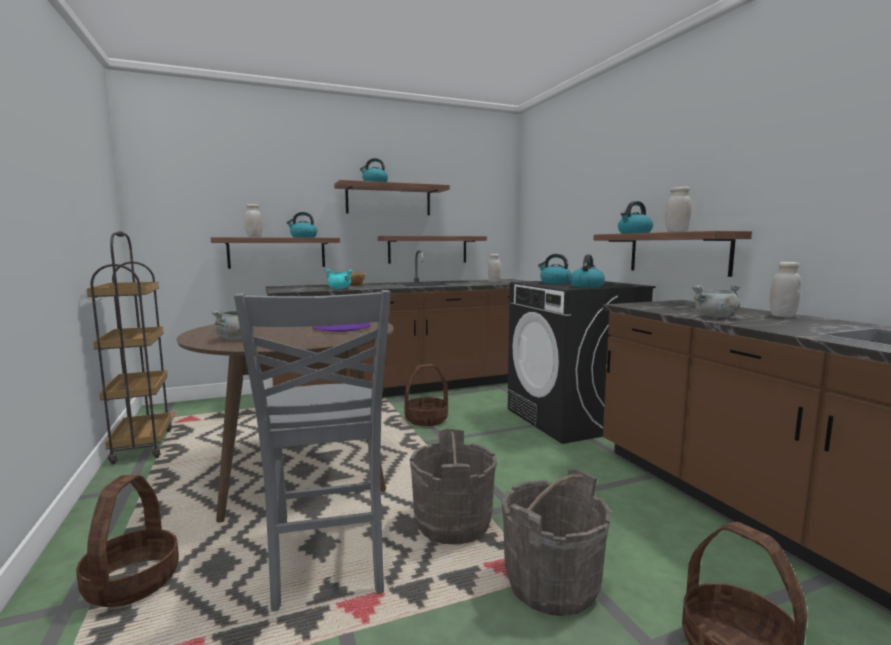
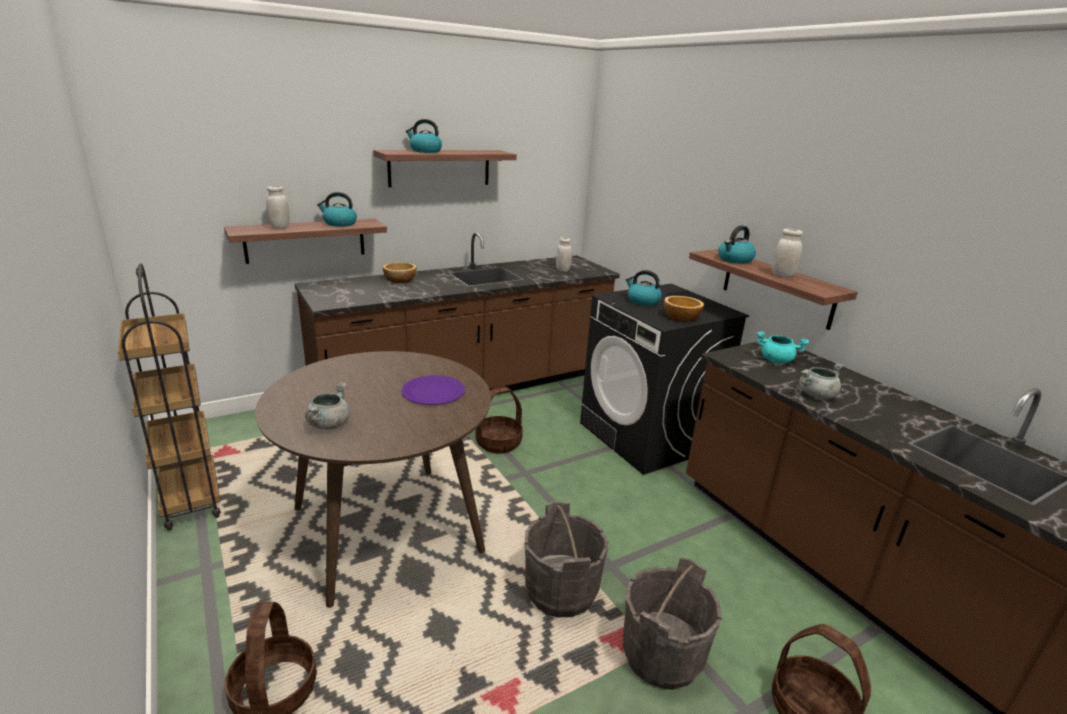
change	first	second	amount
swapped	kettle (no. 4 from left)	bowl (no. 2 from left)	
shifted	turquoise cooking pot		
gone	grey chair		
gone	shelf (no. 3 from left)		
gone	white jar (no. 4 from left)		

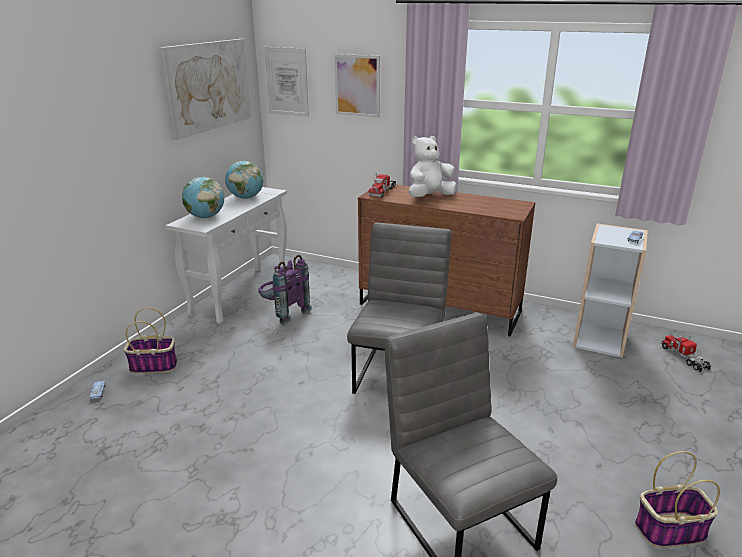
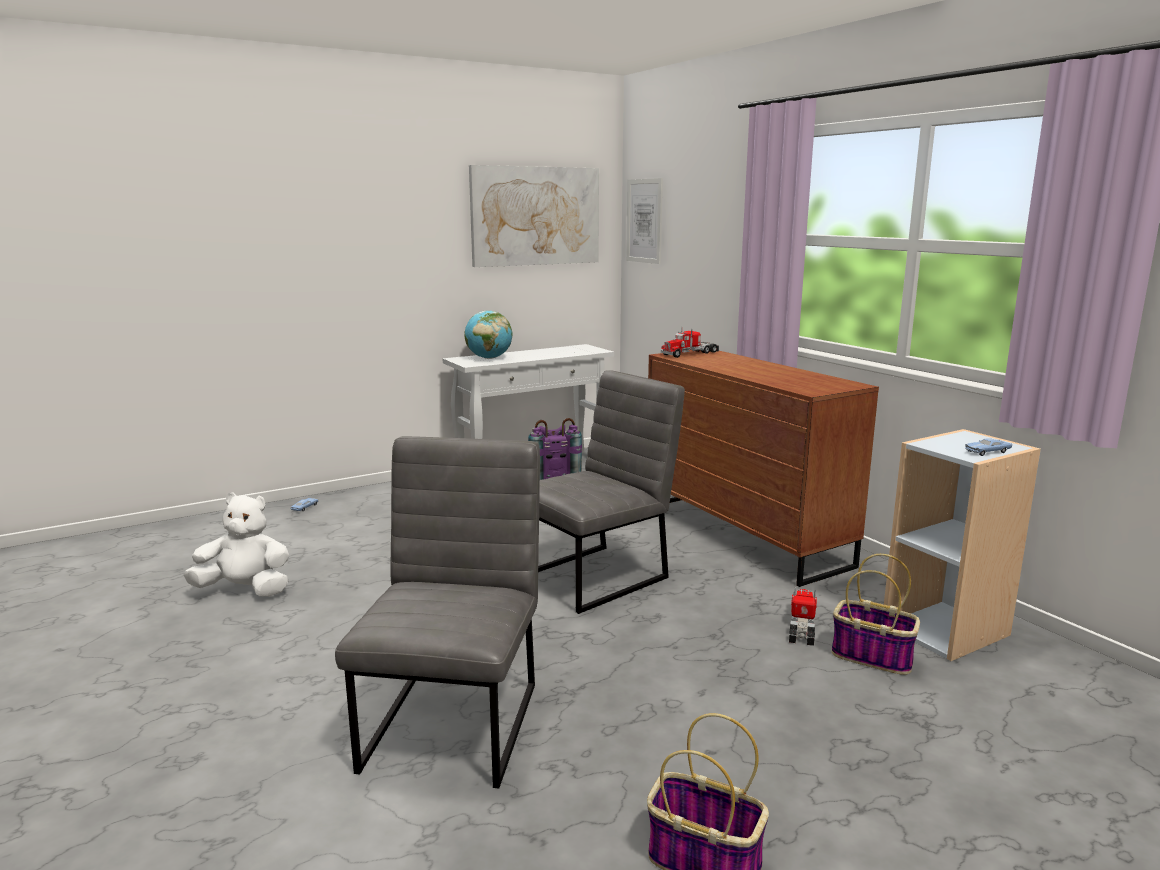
change	first	second	amount
shifted	white plush toy		
shifted	toy truck (no. 2 from left)		
shifted	basket (no. 1 from left in the first image)	basket (no. 2 from left)	
gone	globe (no. 2 from left)		
gone	picture (no. 3 from left)		

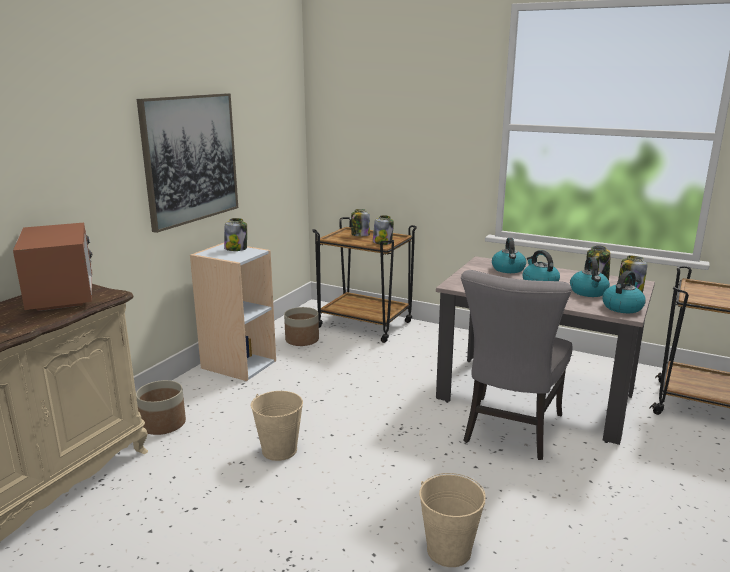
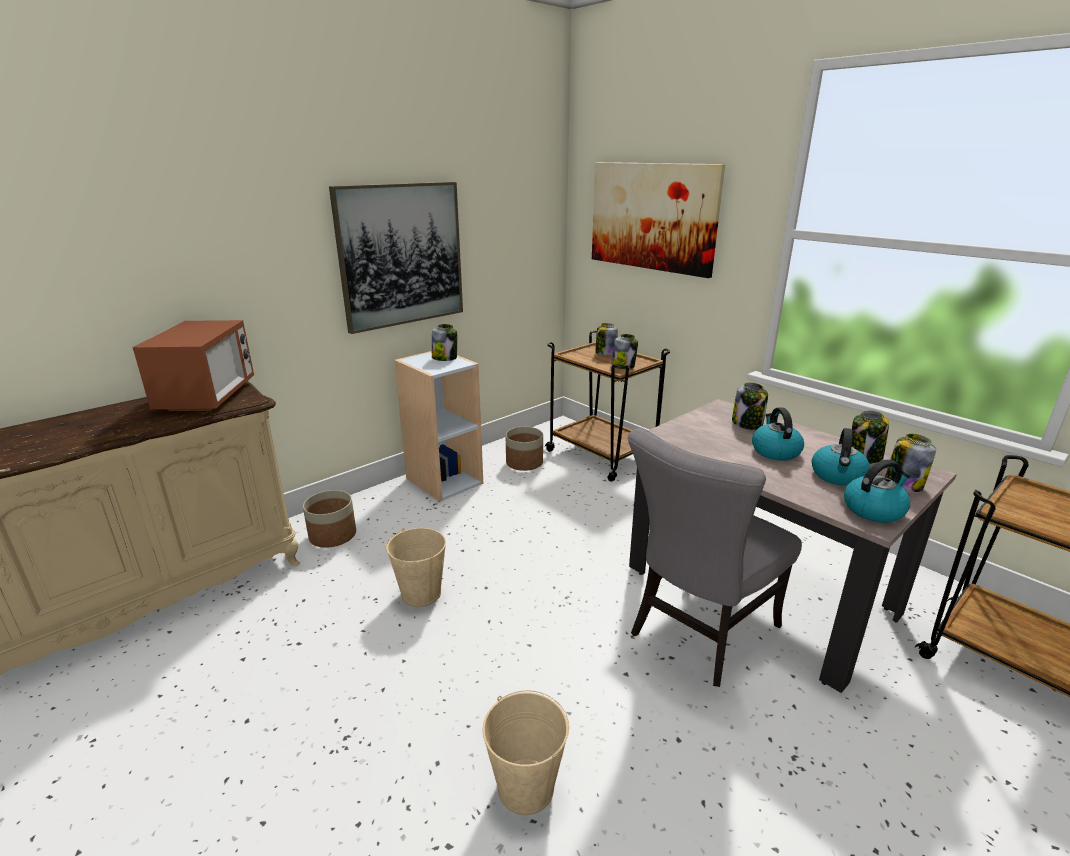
change	first	second	amount
new		picture (no. 2 from left)	
swapped	kettle (no. 1 from left)	jar (no. 4 from left)	

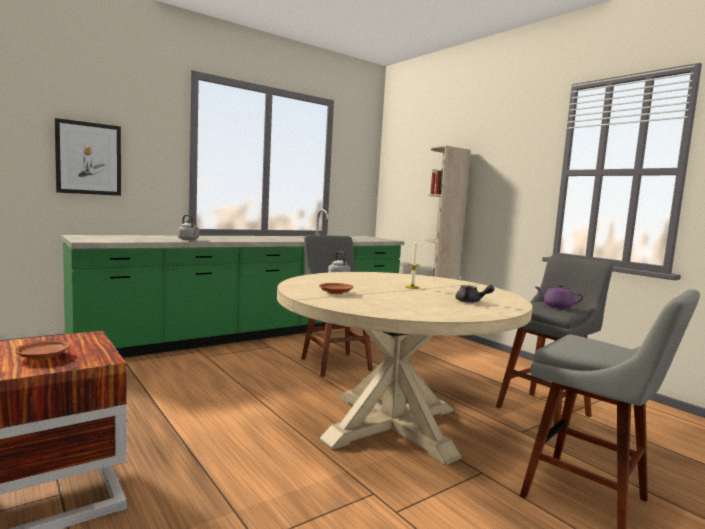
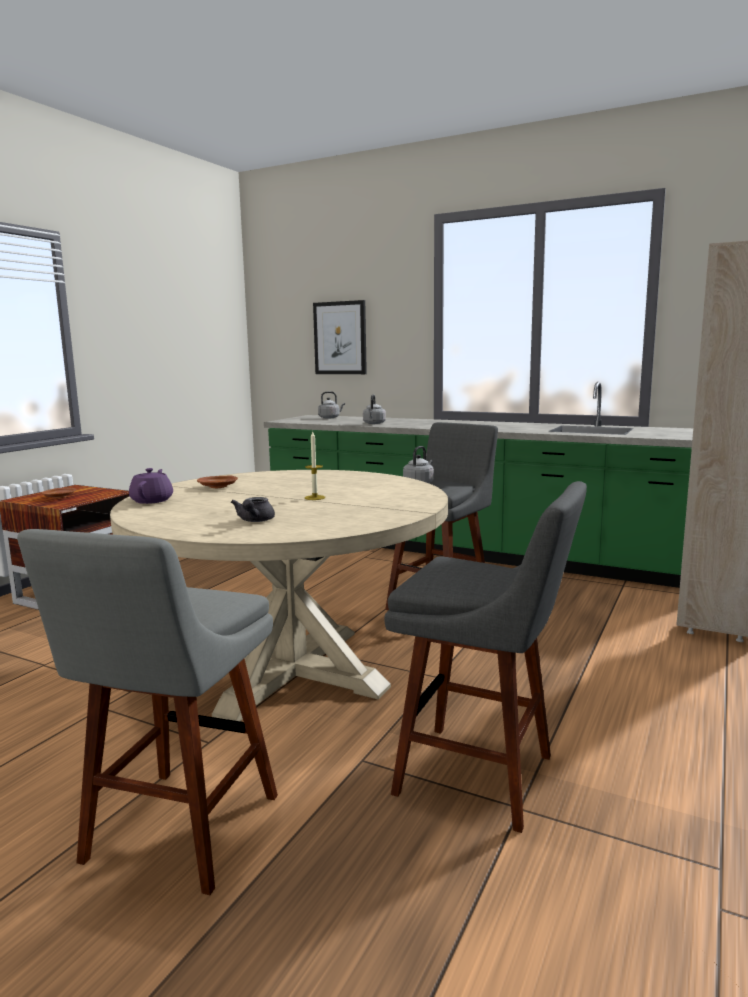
change	first	second	amount
shifted	purple teapot		
new		grey kettle (no. 1 from left)	

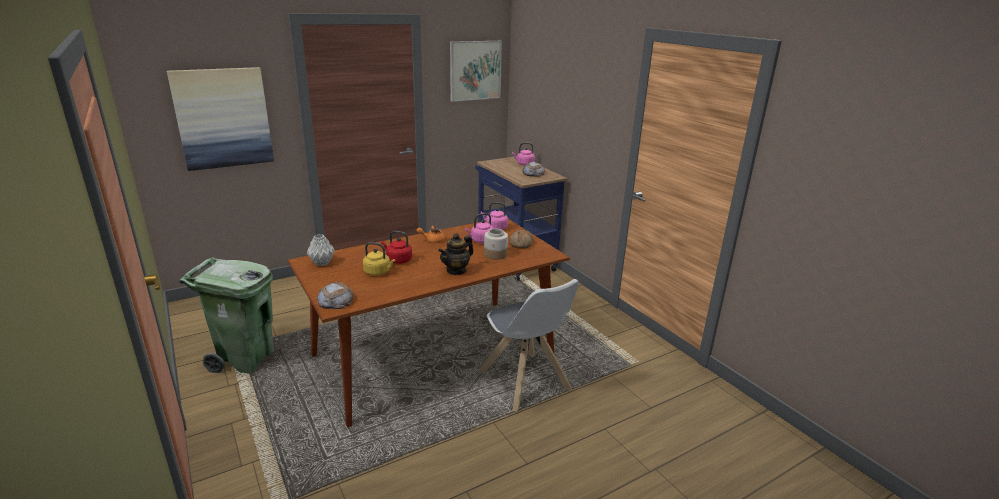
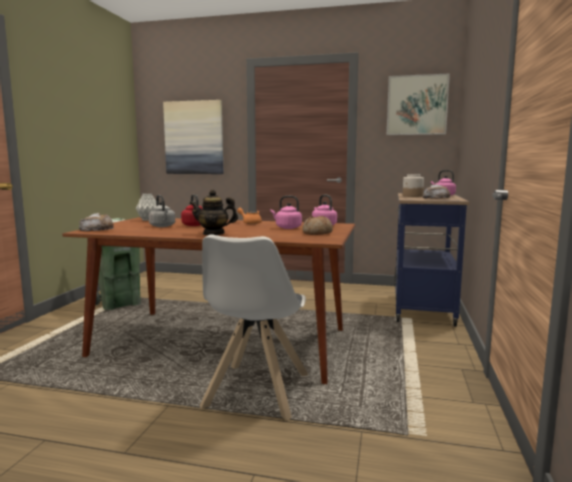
change	first	second	amount
repainted	yellow kettle	grey kettle	
shifted	jar		

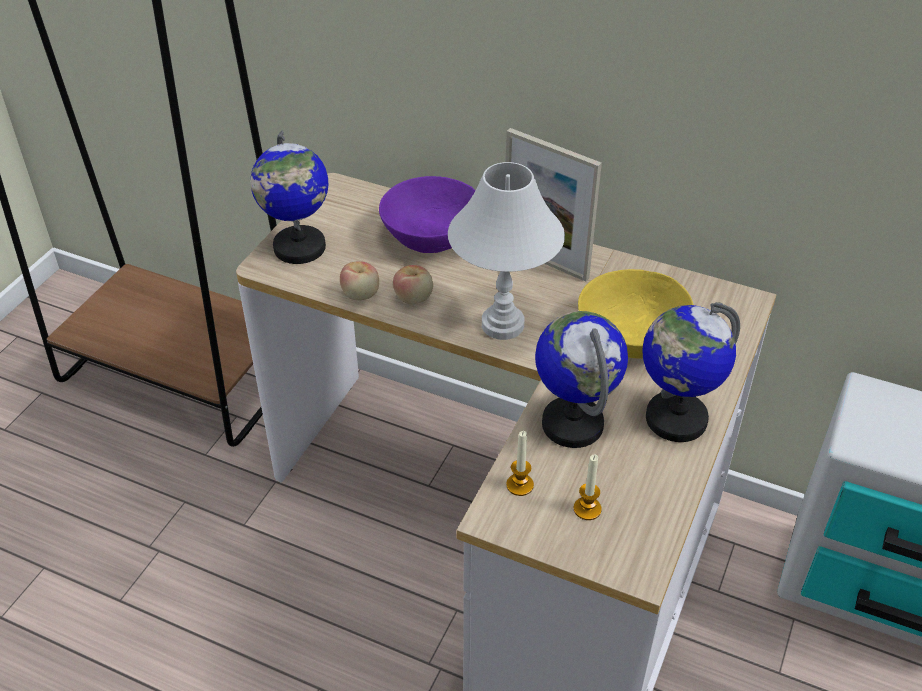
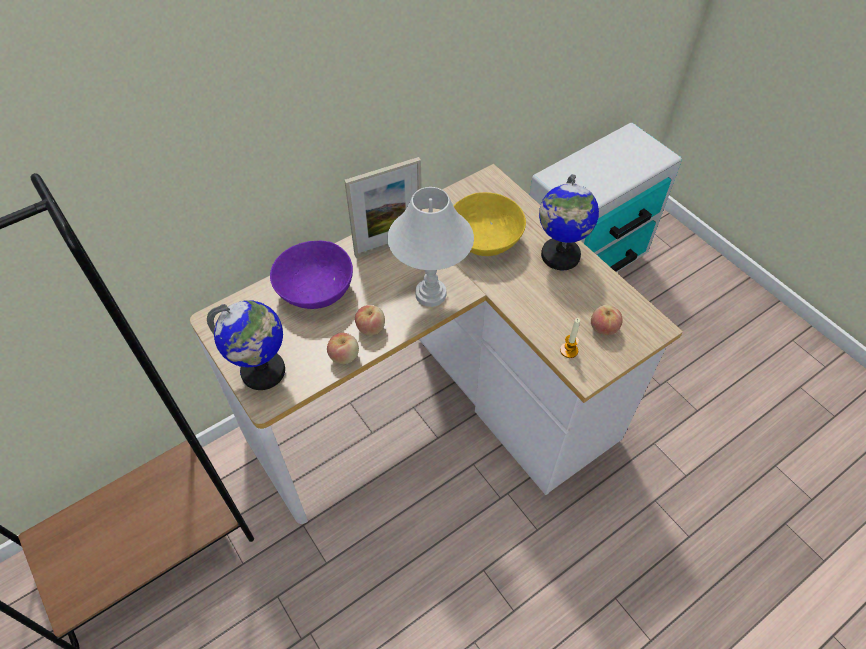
change	first	second	amount
swapped	candle (no. 2 from left)	apple (no. 3 from left)	
gone	globe (no. 2 from left)		

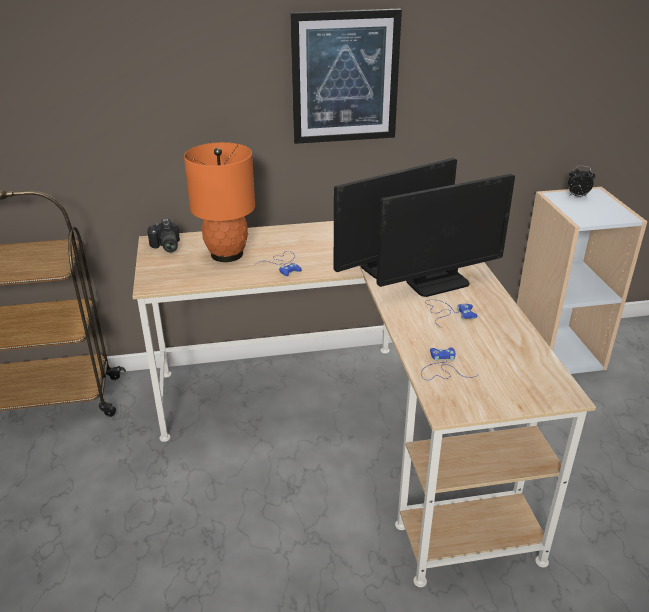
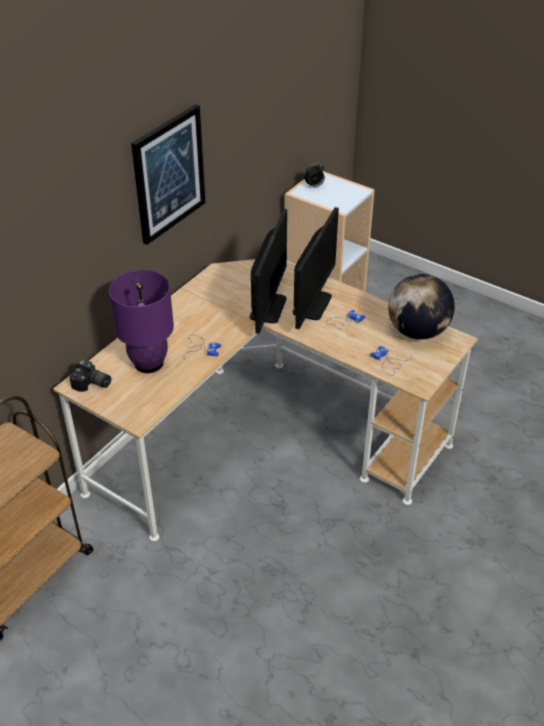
change	first	second	amount
repainted	orange table lamp	purple table lamp	
new		globe	

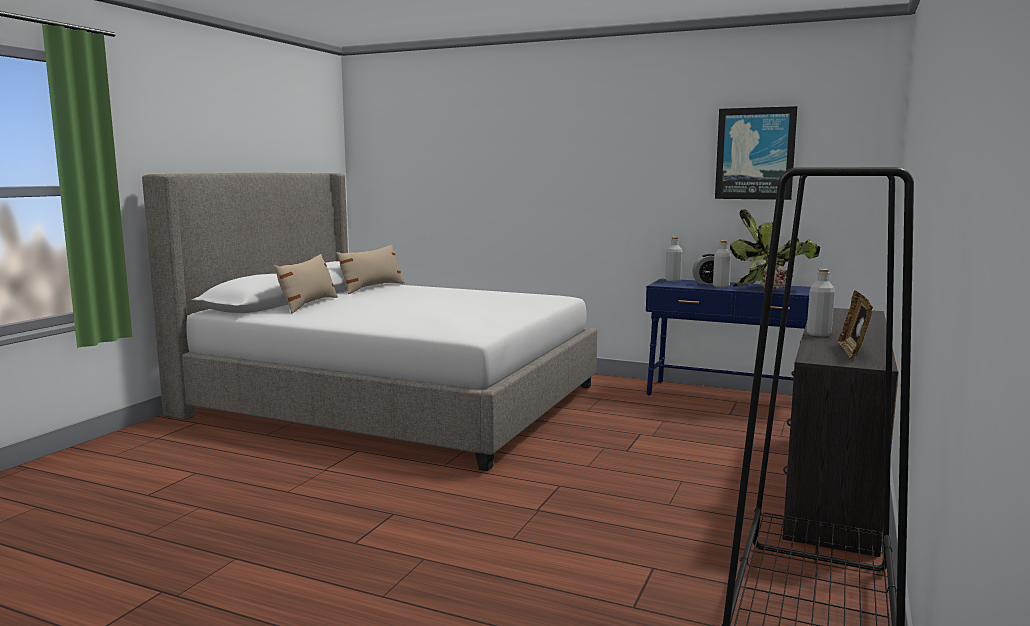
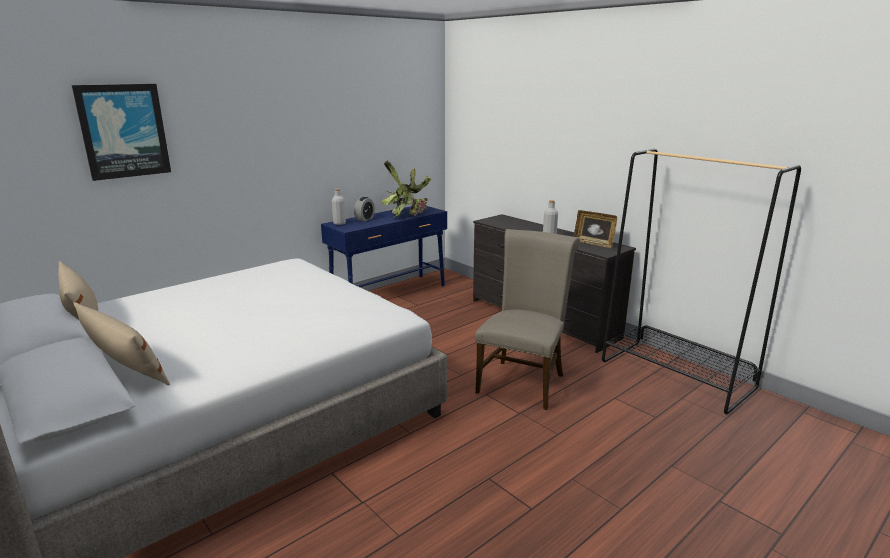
change	first	second	amount
shifted	picture		
new		beige chair	
gone	grey bottle (no. 2 from left)		

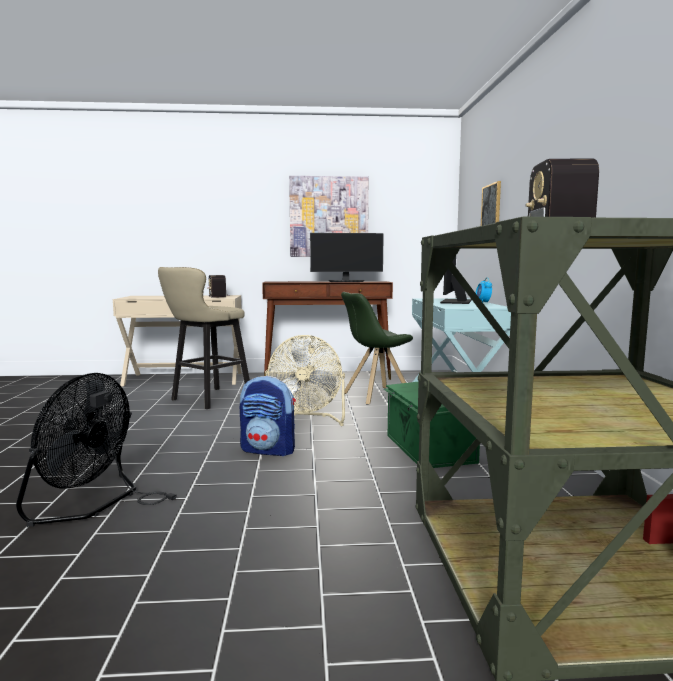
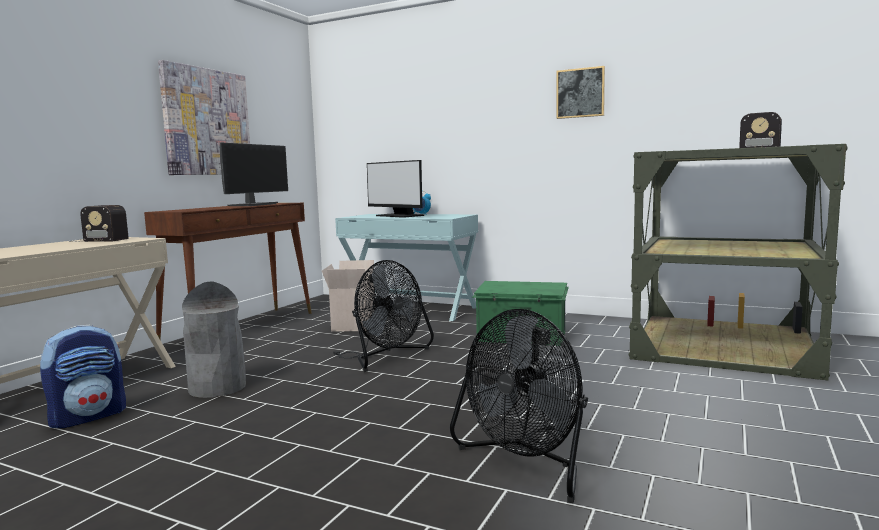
change	first	second	amount
shifted	backpack		
swapped	beige stool	grey trash can	
swapped	green chair	cardboard box	
repainted	beige fan	black fan (no. 1 from left)	
shifted	picture (no. 2 from left)		

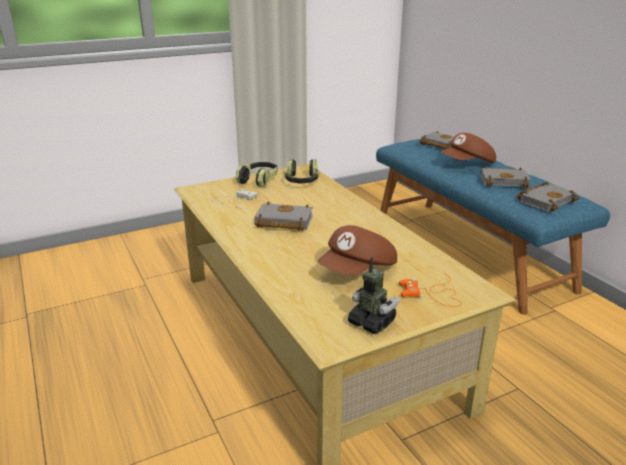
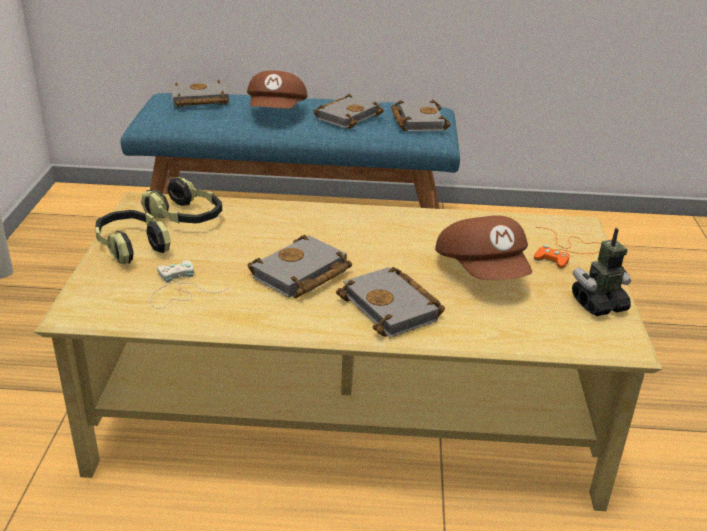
change	first	second	amount
new		grey book (no. 4 from left)	

